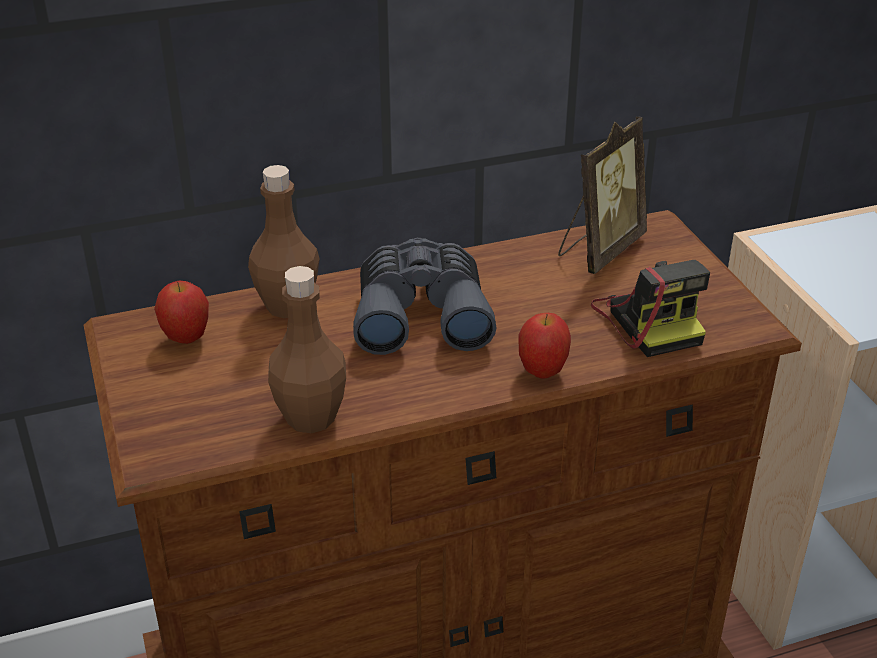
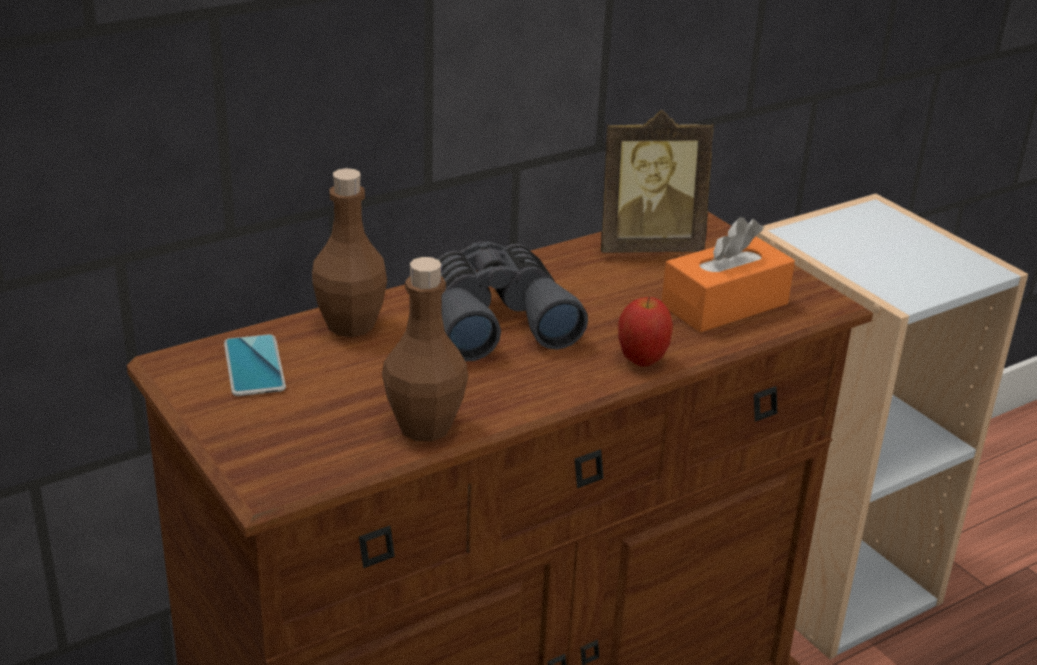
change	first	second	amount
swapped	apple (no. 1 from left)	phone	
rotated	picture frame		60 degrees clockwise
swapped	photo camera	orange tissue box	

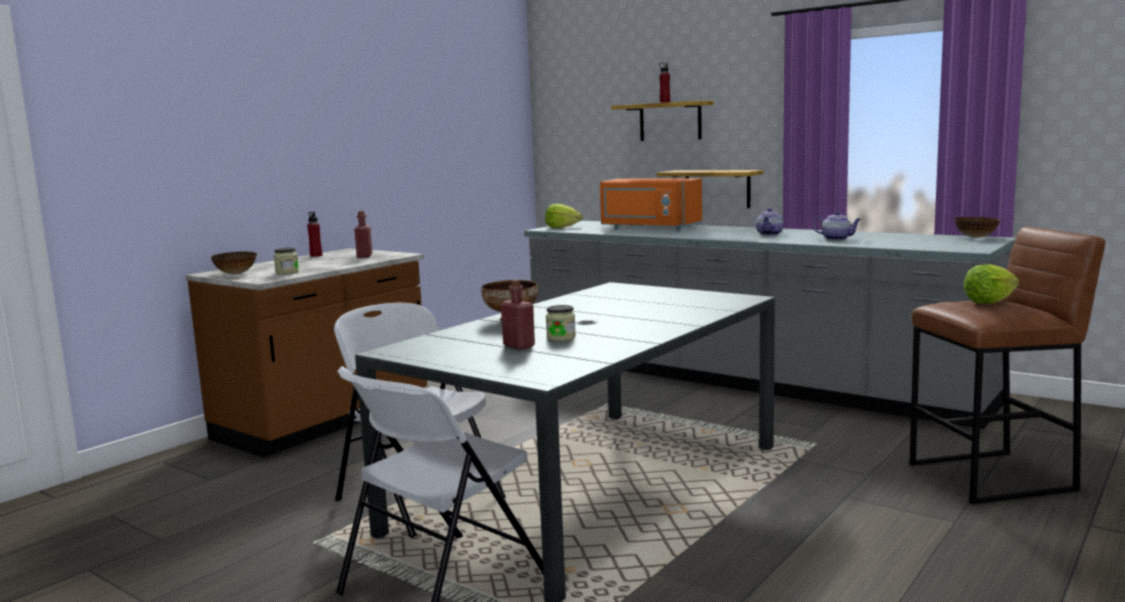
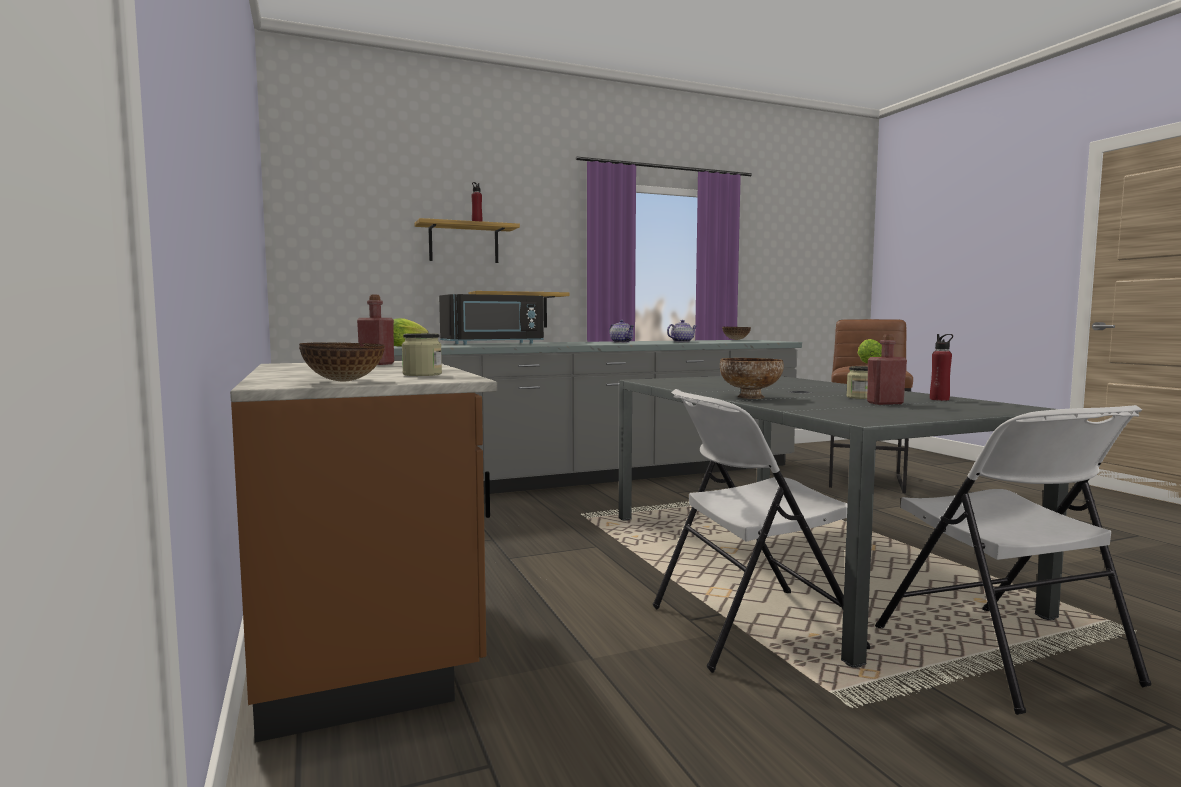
change	first	second	amount
repainted	orange microwave	black microwave	
shifted	red bottle (no. 1 from left in the first image)	red bottle (no. 4 from left)	

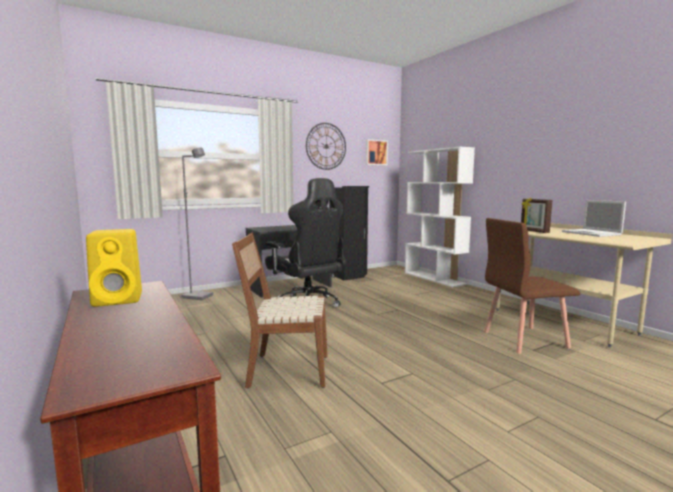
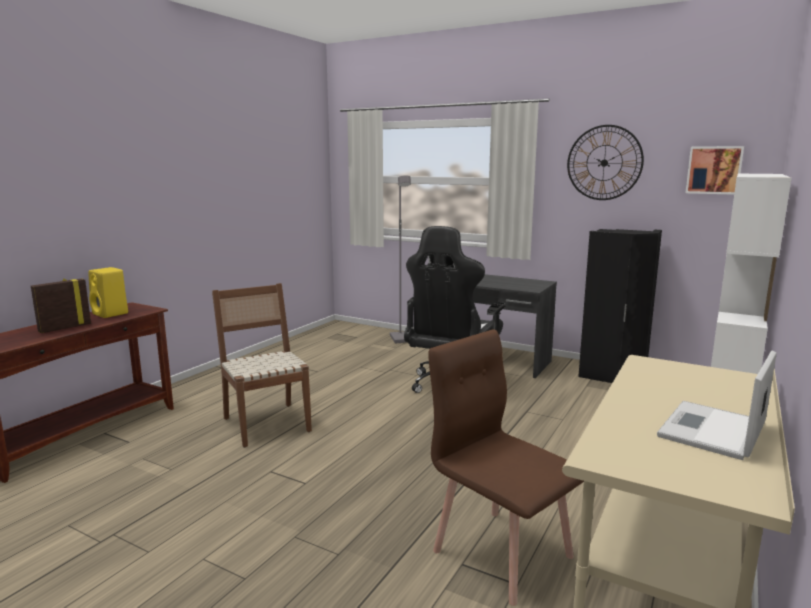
change	first	second	amount
shifted	picture frame		

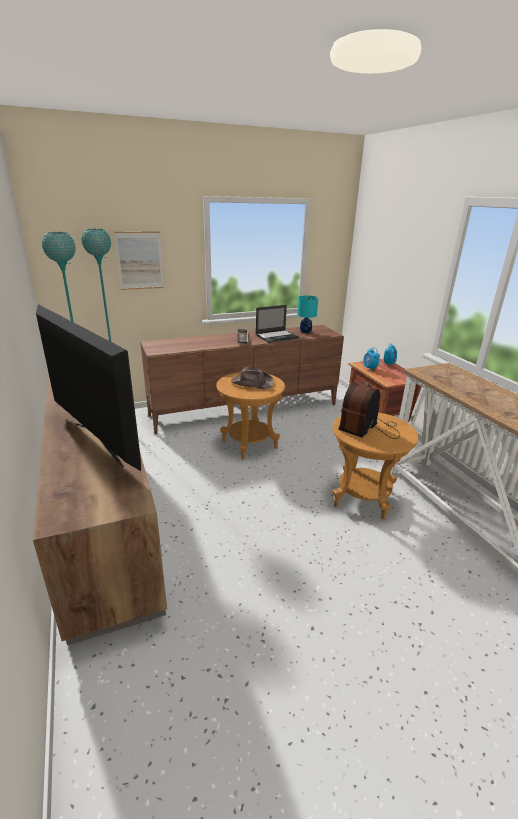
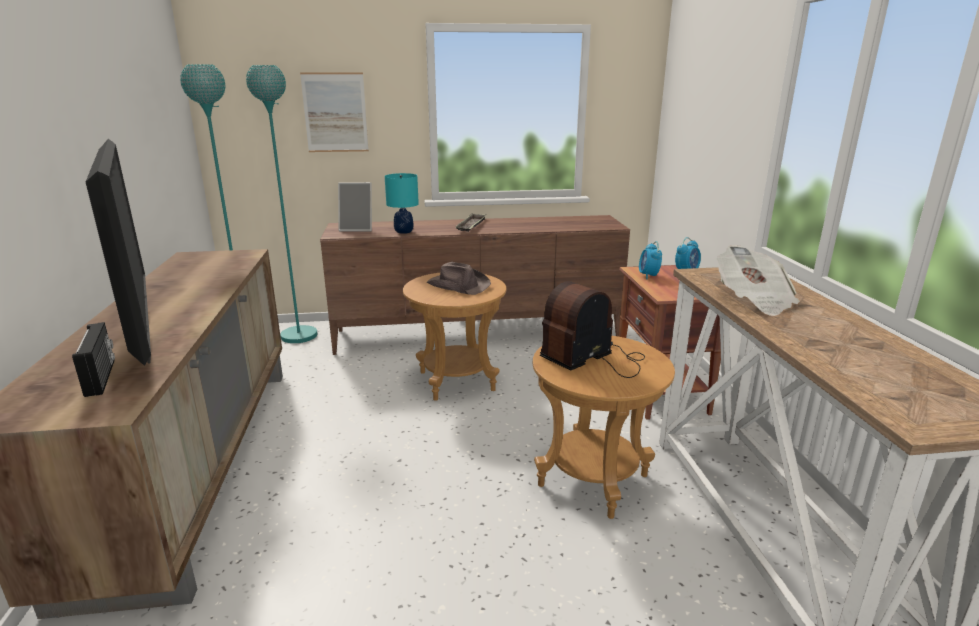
change	first	second	amount
new		radio (no. 1 from left)	
new		picture frame	
shifted	turquoise table lamp		
new		newspaper	
gone	laptop		

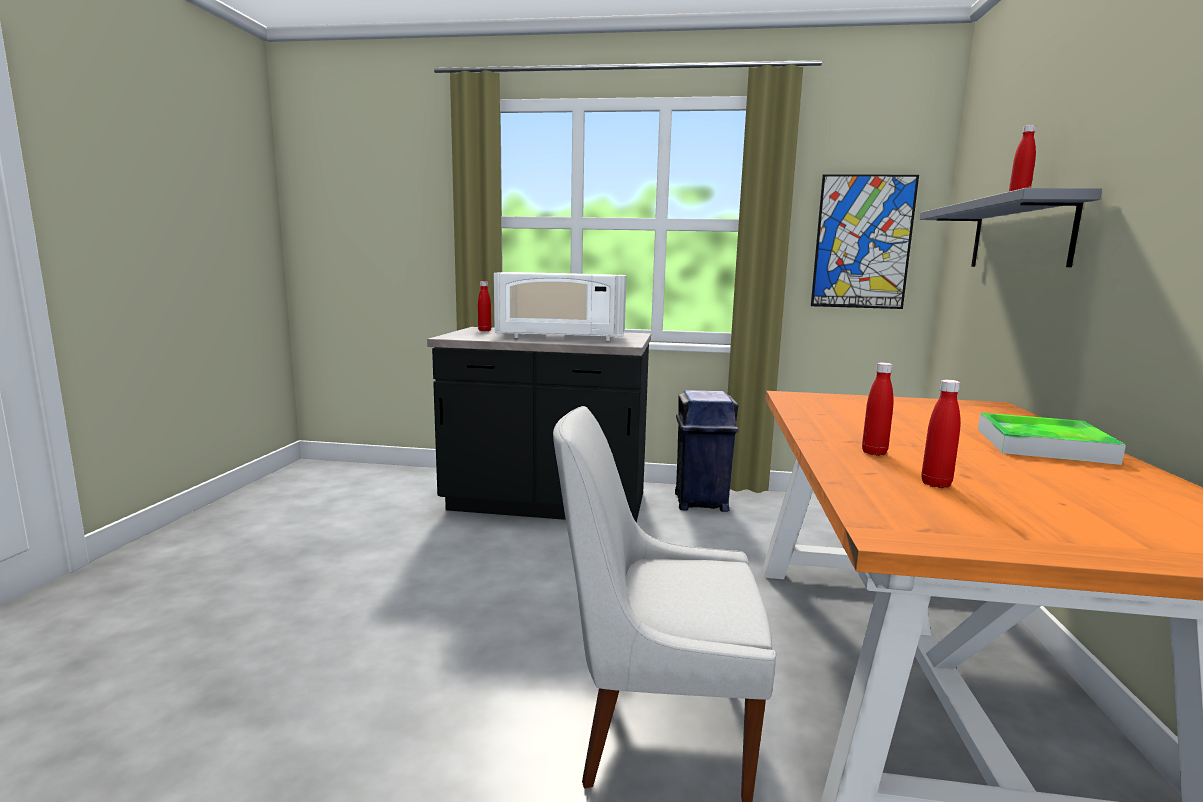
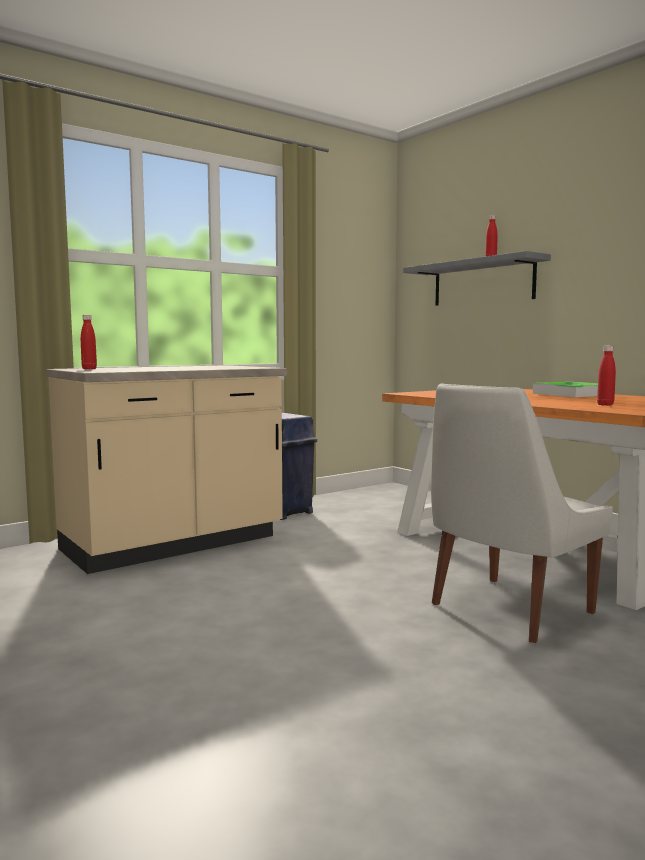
change	first	second	amount
repainted	black counter	beige counter	
gone	white microwave		
gone	picture		
gone	red bottle (no. 2 from left)		

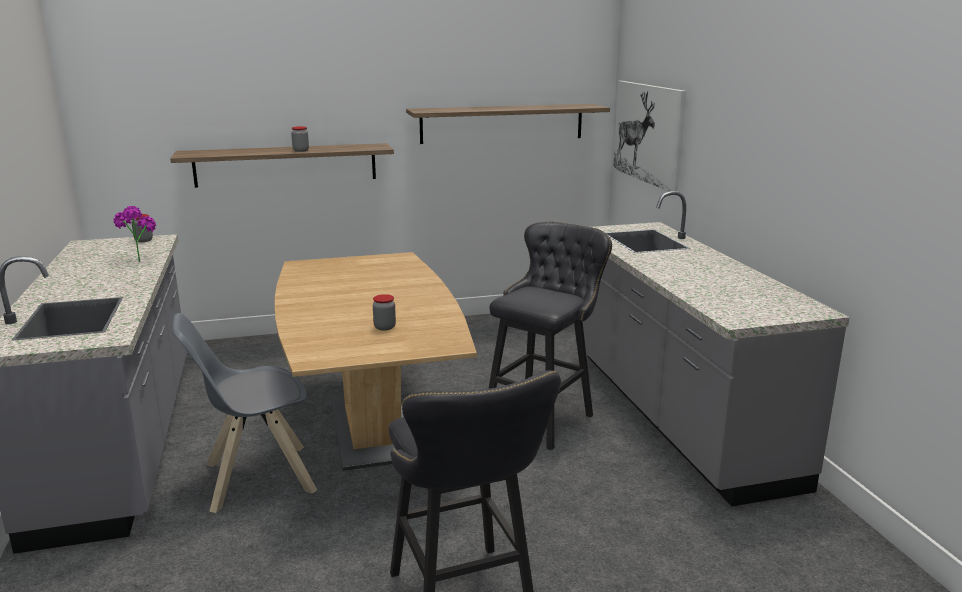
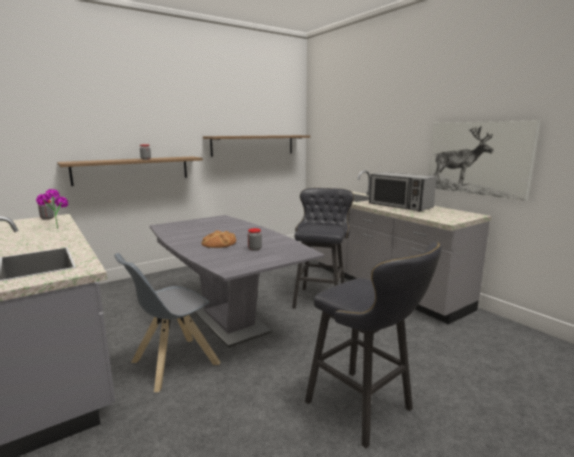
change	first	second	amount
repainted	brown dining table	grey dining table	
new		bread	
new		microwave	
shifted	picture		

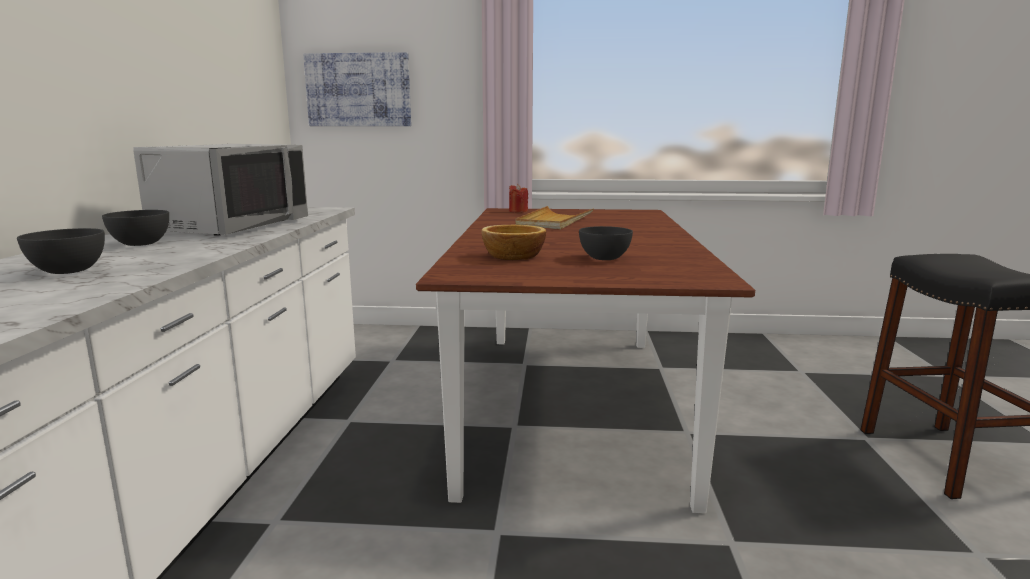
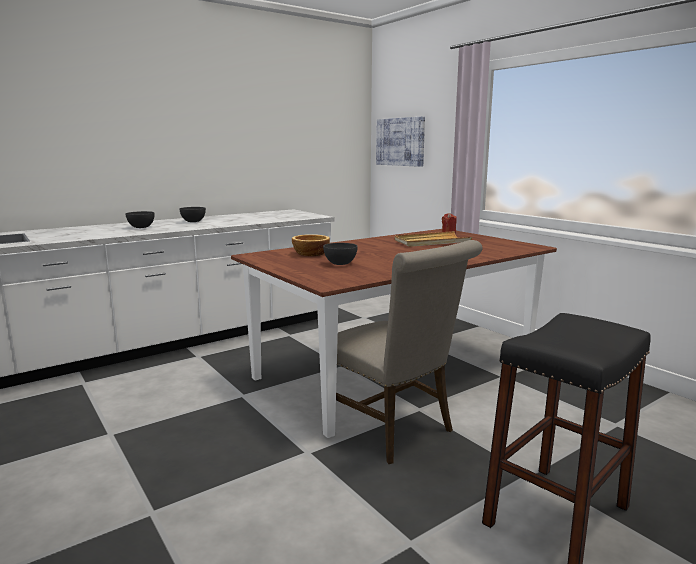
change	first	second	amount
new		beige chair	
gone	grey microwave		

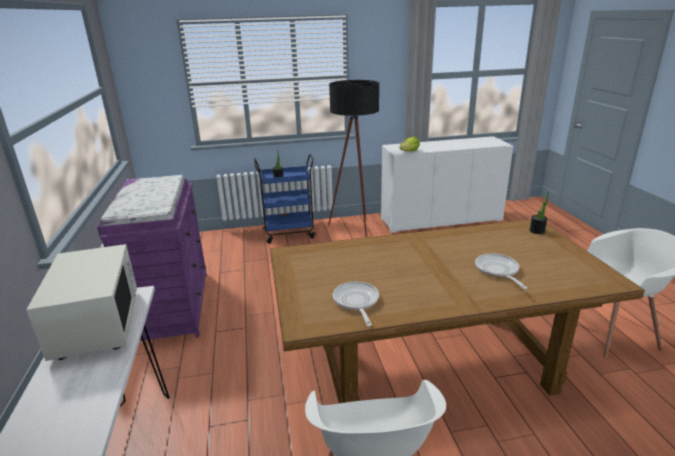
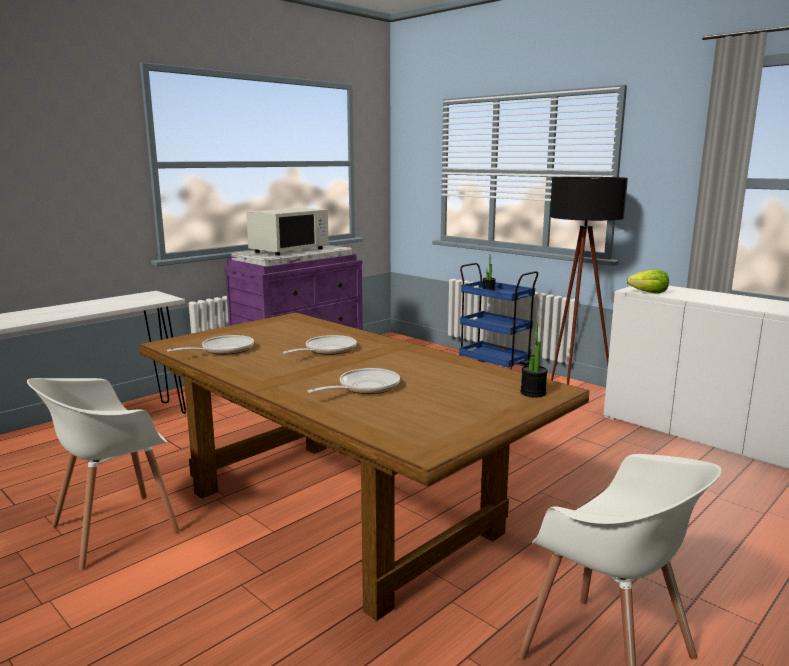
change	first	second	amount
shifted	white microwave		
new		frying pan (no. 2 from left)	

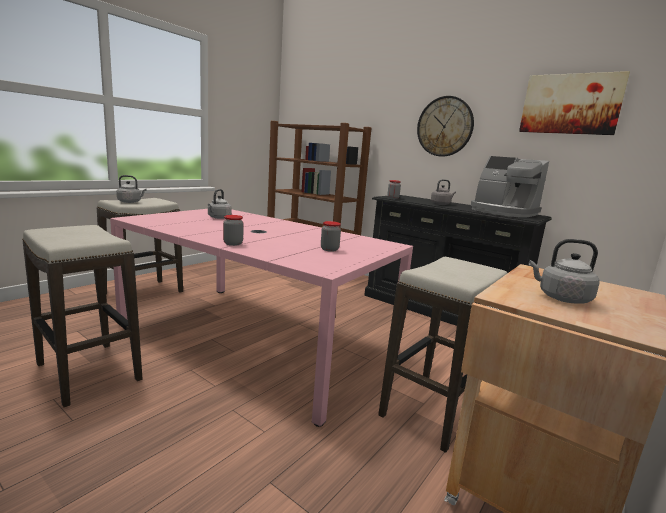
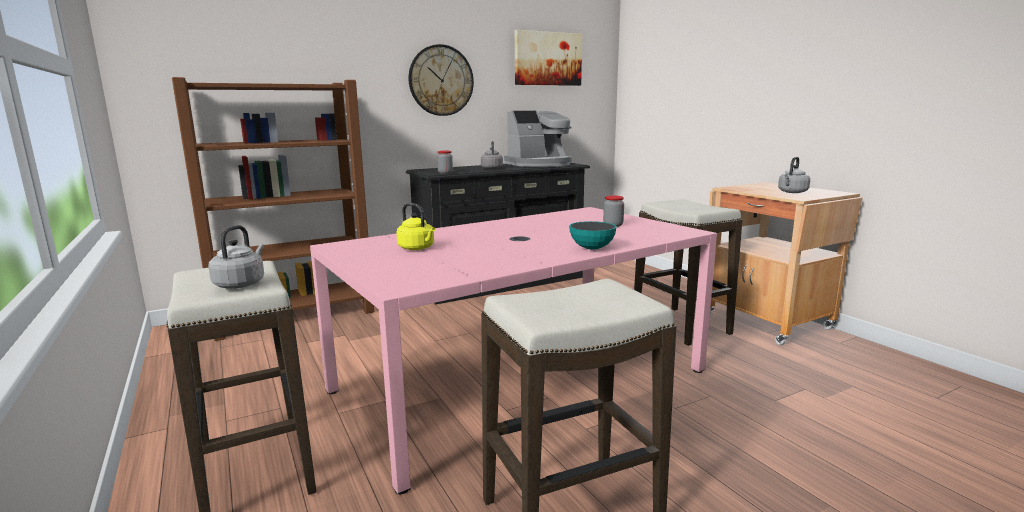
change	first	second	amount
repainted	grey kettle (no. 2 from left)	yellow kettle	
swapped	jar (no. 1 from left)	bowl	

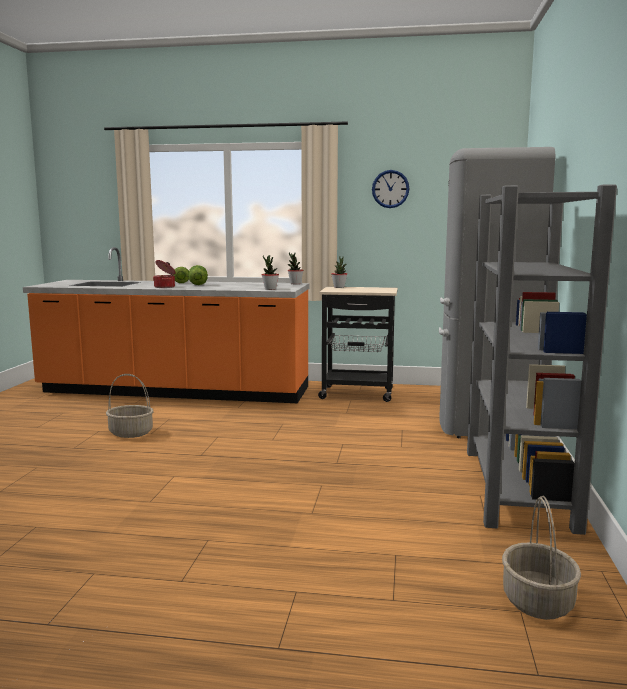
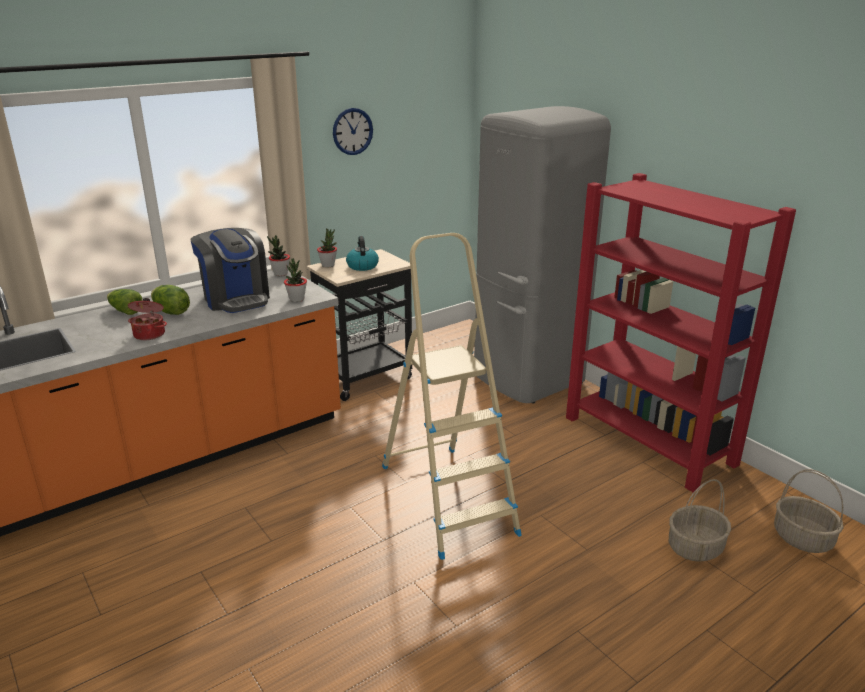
change	first	second	amount
new		coffee machine	
new		kettle	
new		beige step ladder	
repainted	grey bookcase	red bookcase	
shifted	basket (no. 1 from left)		

